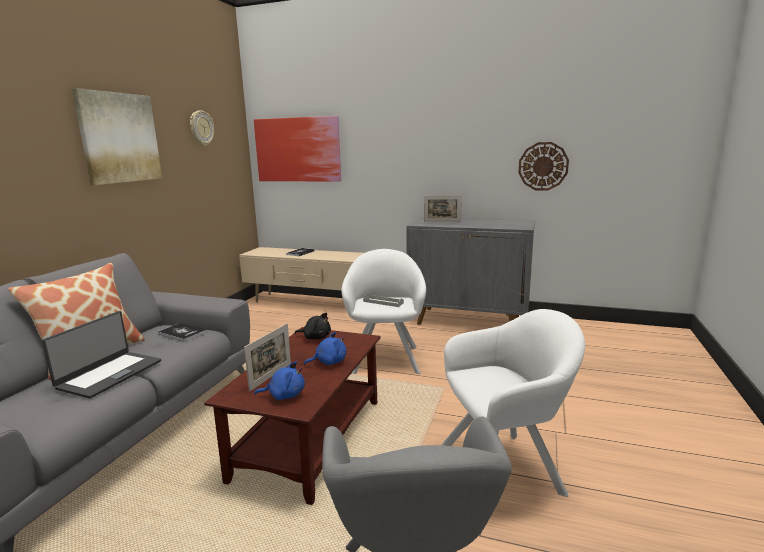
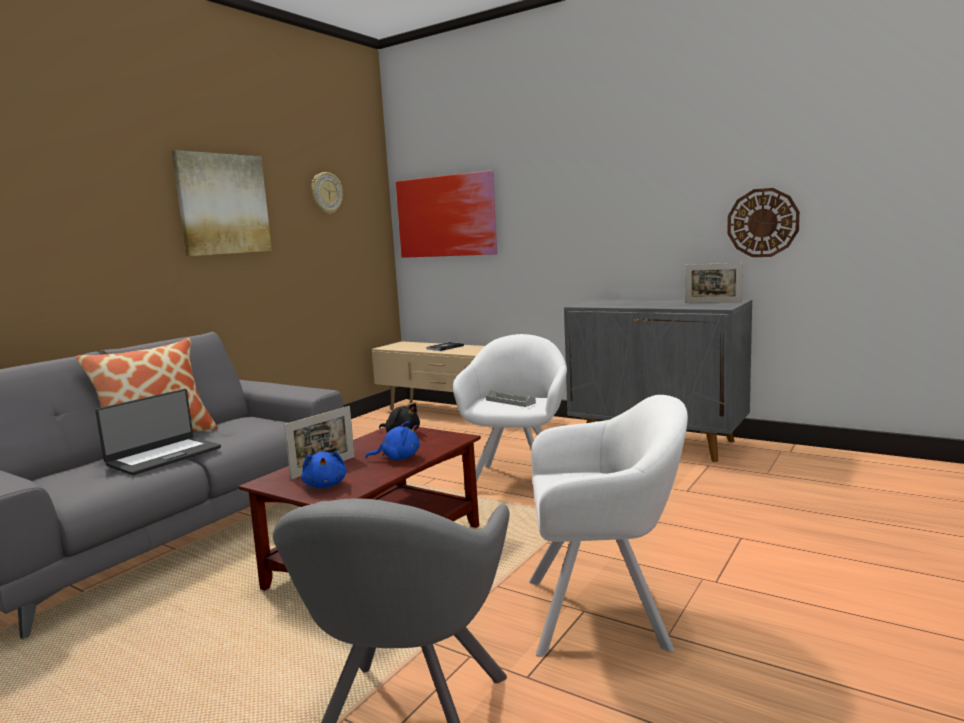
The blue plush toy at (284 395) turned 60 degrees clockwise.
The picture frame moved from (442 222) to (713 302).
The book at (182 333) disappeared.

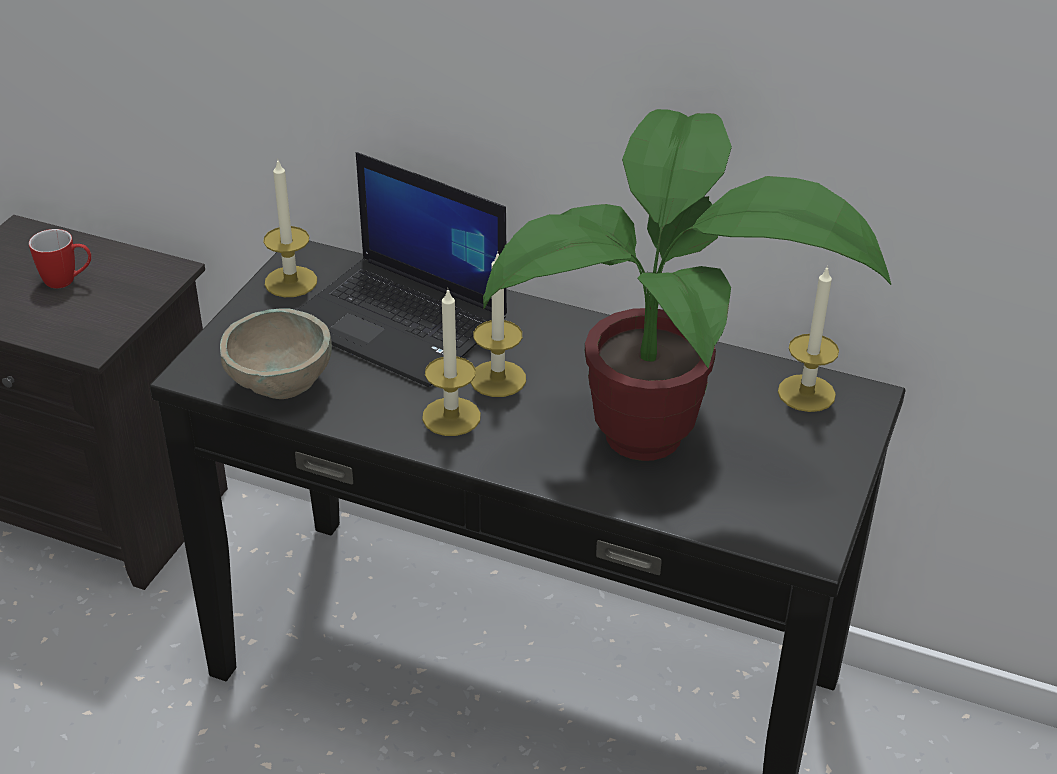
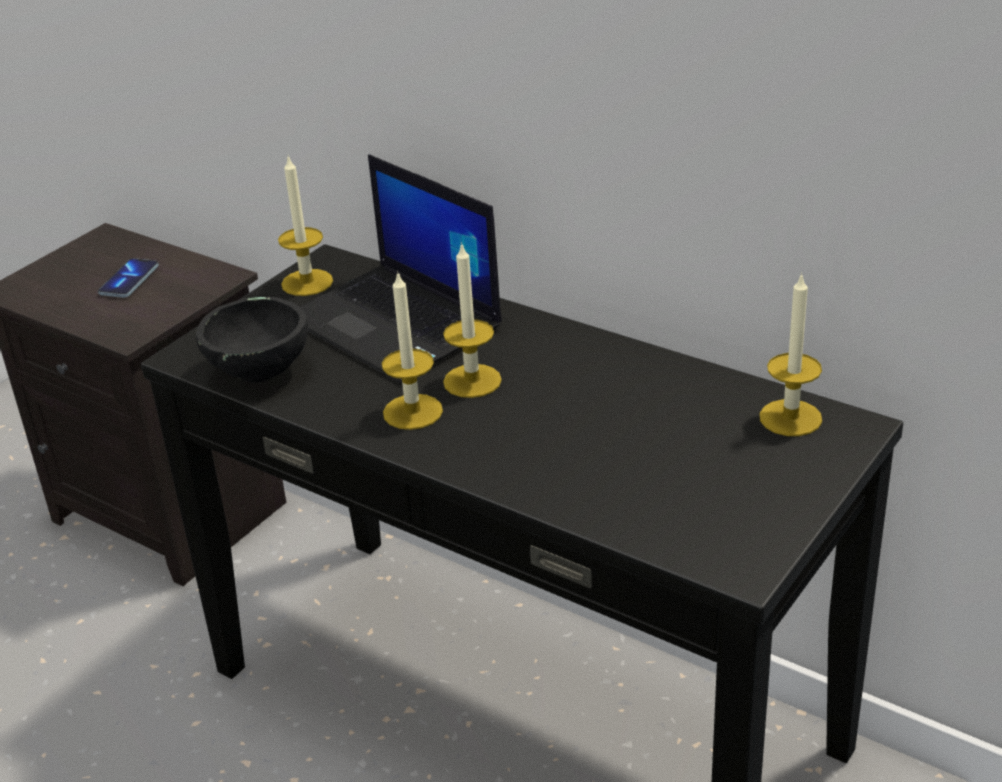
The mug at (68 281) was replaced by the phone at (129 280).
The beige bowl at (281 386) became the black bowl at (260 372).
The potted plant at (660 437) disappeared.

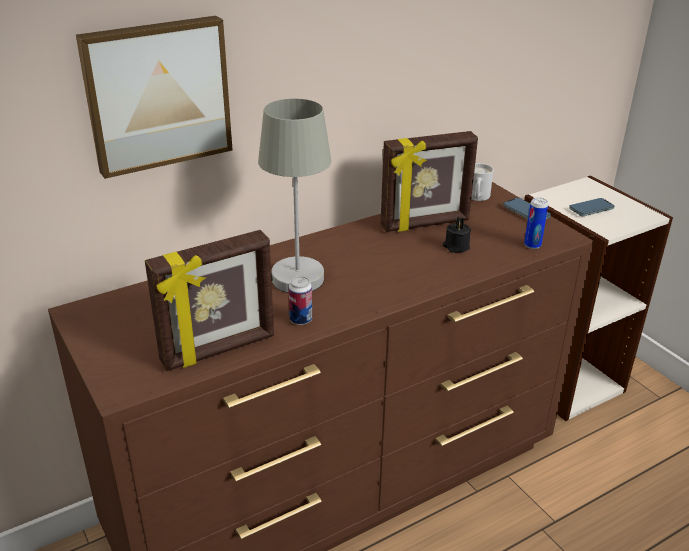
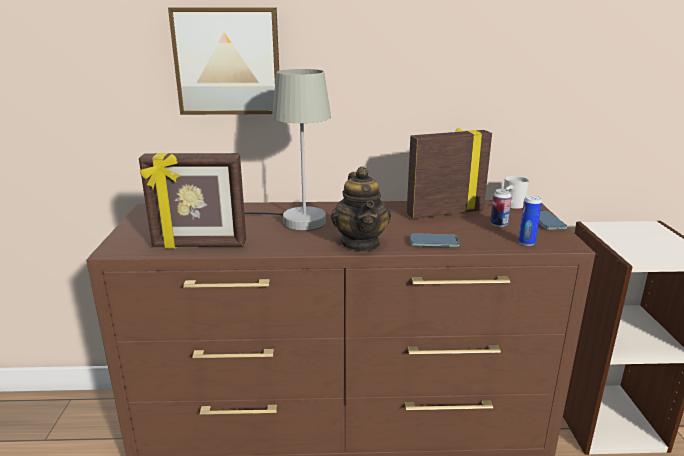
The teapot at (361 243) appeared.
The picture frame at (425 224) turned 150 degrees clockwise.
The phone moved from (591 209) to (433 243).
The can moved from (301 320) to (498 224).
The black candle at (455 247) disappeared.

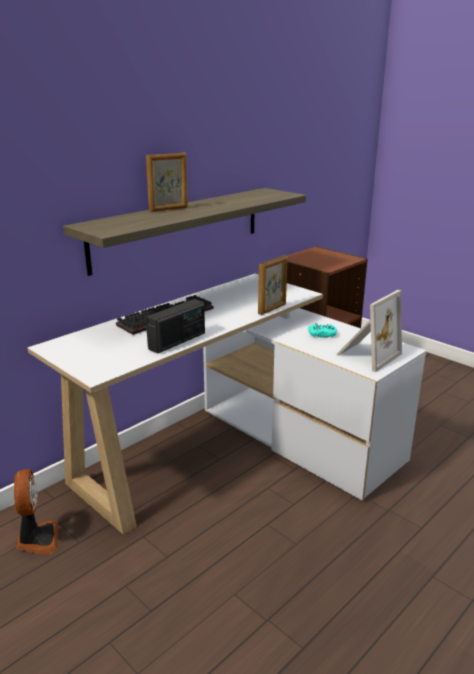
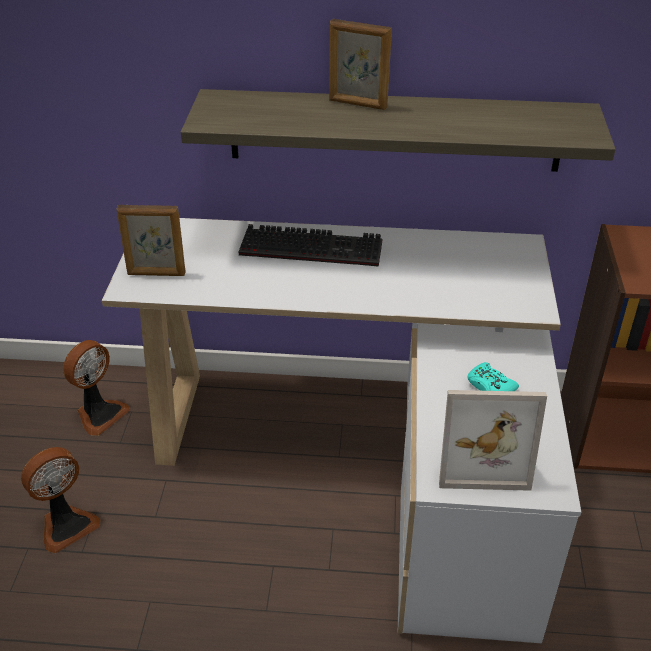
The fan at (66 525) appeared.
The picture frame moved from (272 309) to (156 274).
The radio at (177 341) disappeared.

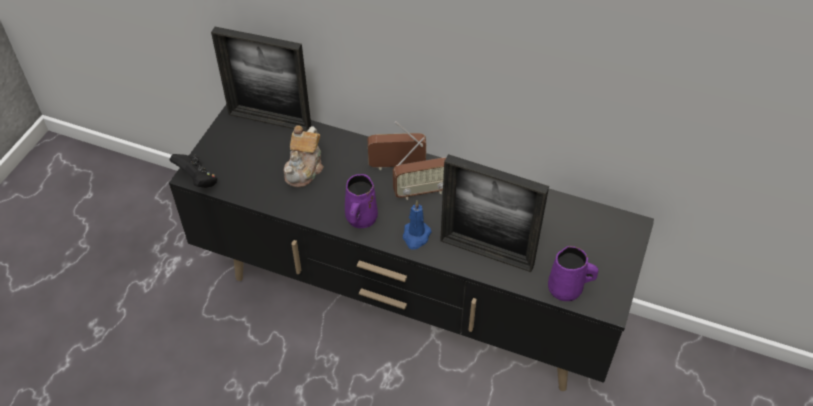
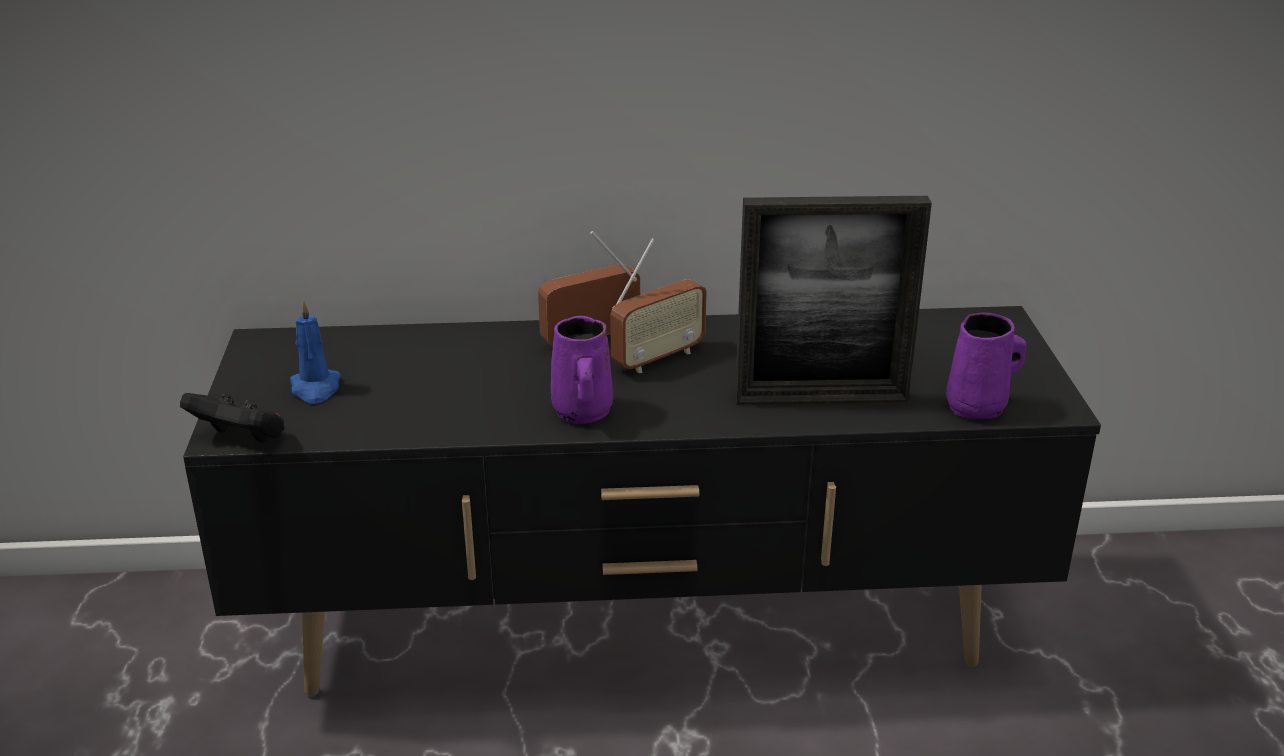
The blue candle moved from (416 236) to (316 388).
The picture frame at (269 120) disappeared.
The teapot at (305 169) disappeared.

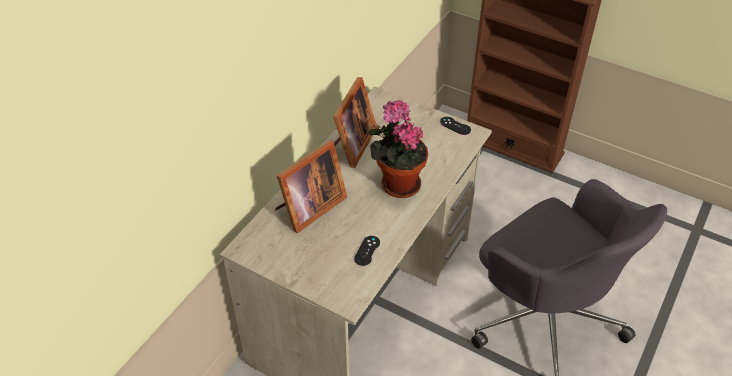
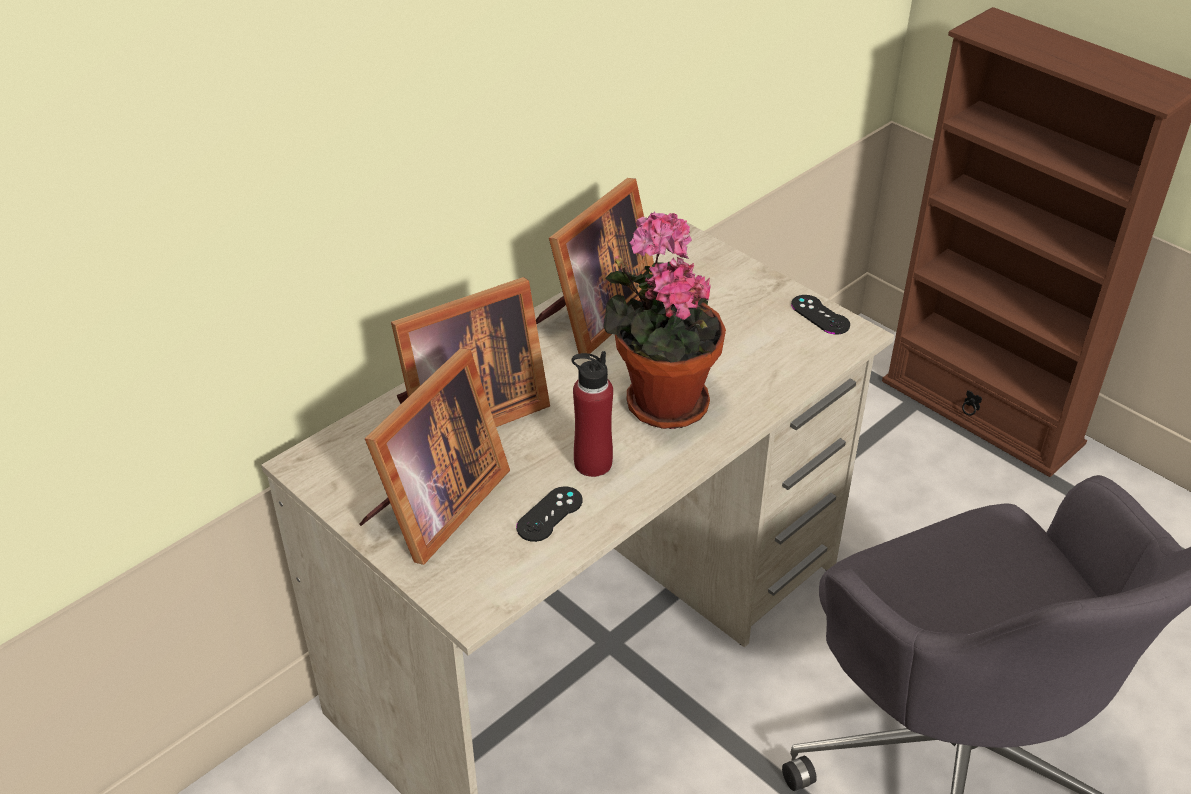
The picture frame at (433 508) appeared.
The red bottle at (592 463) appeared.

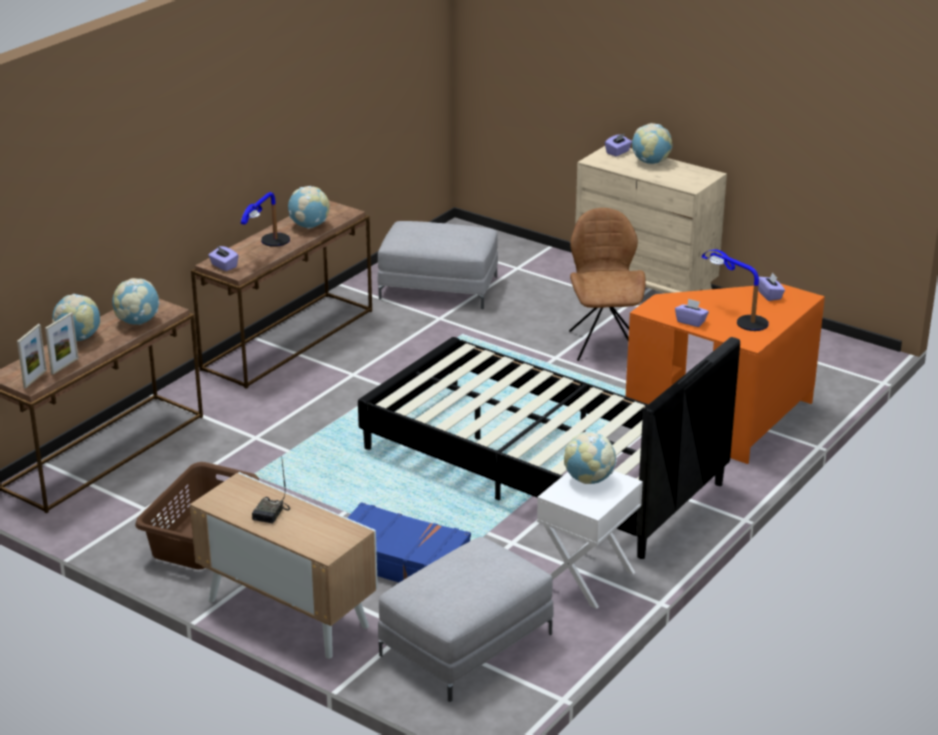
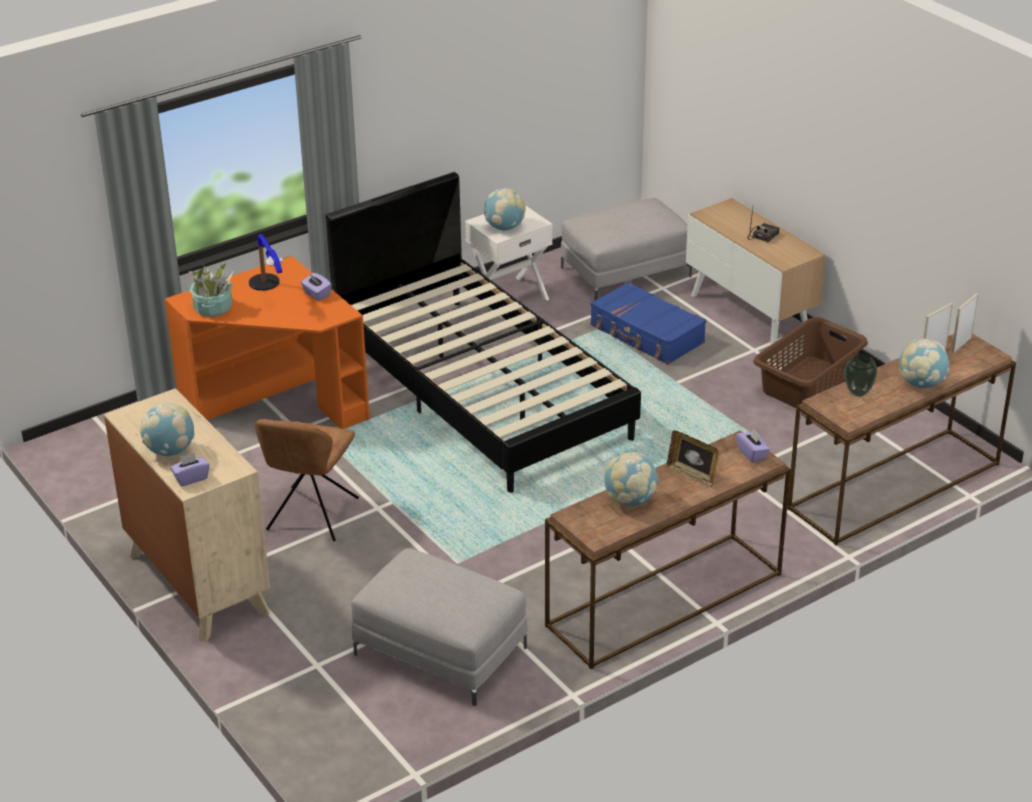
The purple tissue box at (770 295) was replaced by the potted plant at (213 308).
The table lamp at (268 246) was replaced by the picture frame at (692 475).
The globe at (137 322) was replaced by the vase at (858 393).

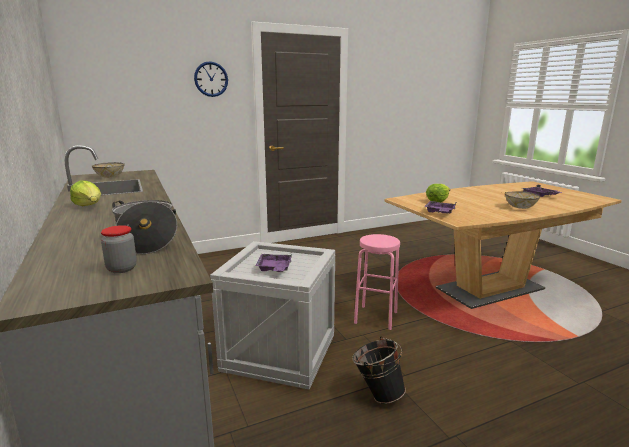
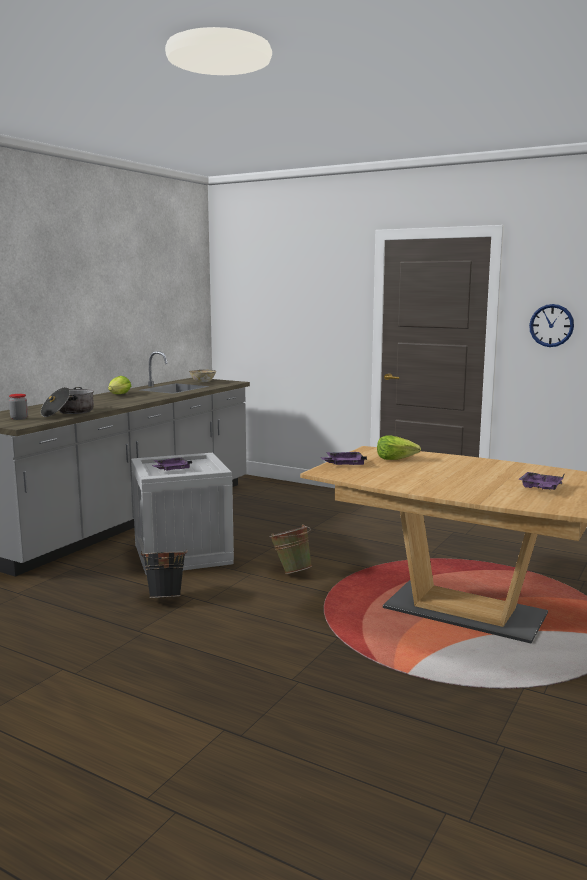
The pink stool at (375 317) was replaced by the green bucket at (291 571).
The wall clock moved from (211 79) to (551 325).
The bowl at (520 207) disappeared.

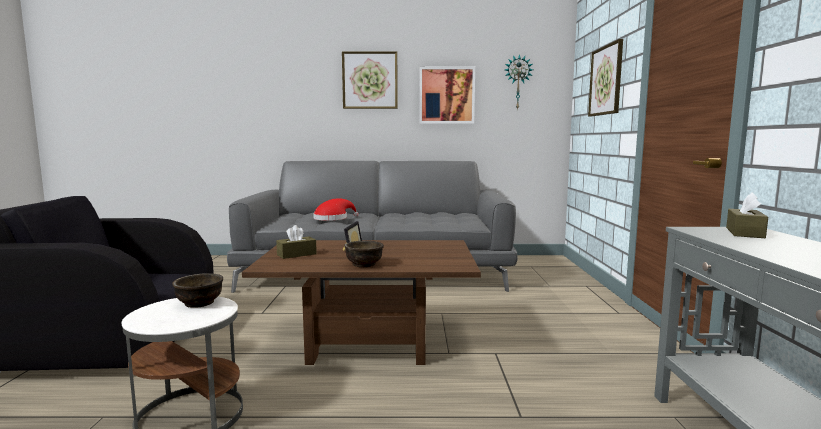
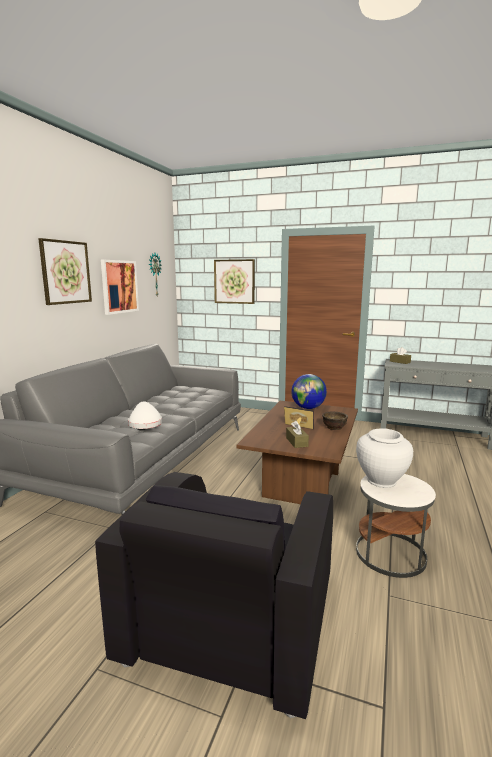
The red hat at (333 219) became the white hat at (145 423).
The globe at (308 408) appeared.
The brown bowl at (200 303) was replaced by the white vase at (381 481).

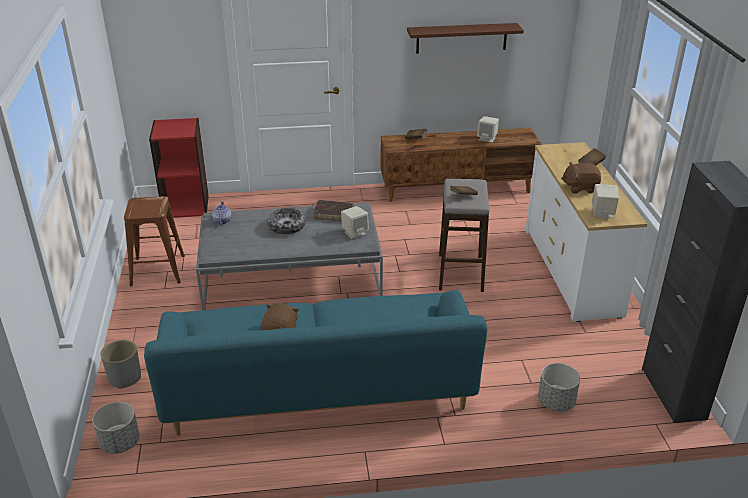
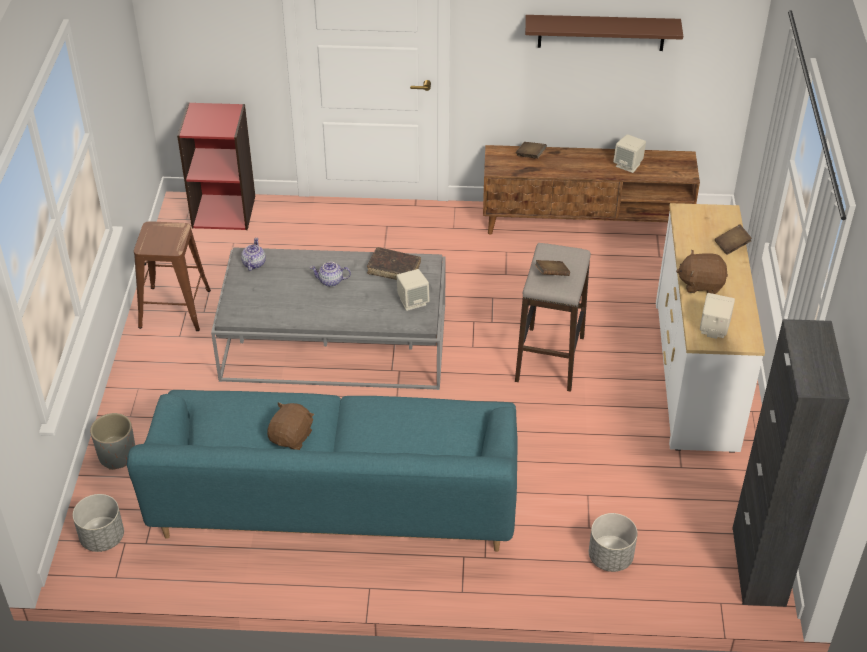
The bowl at (286 226) was replaced by the teapot at (331 281).

